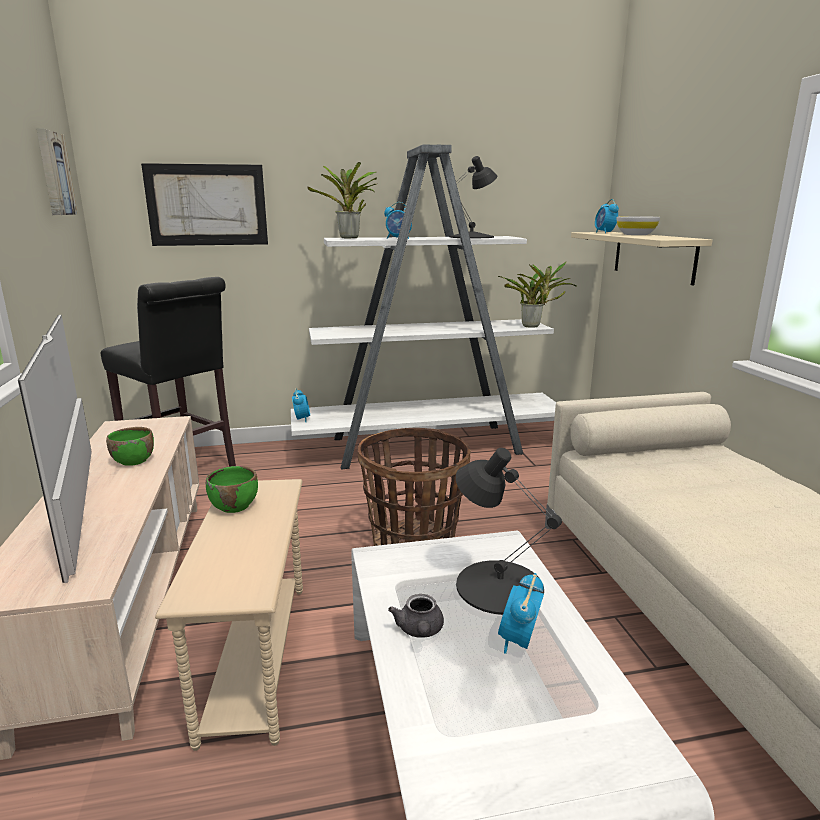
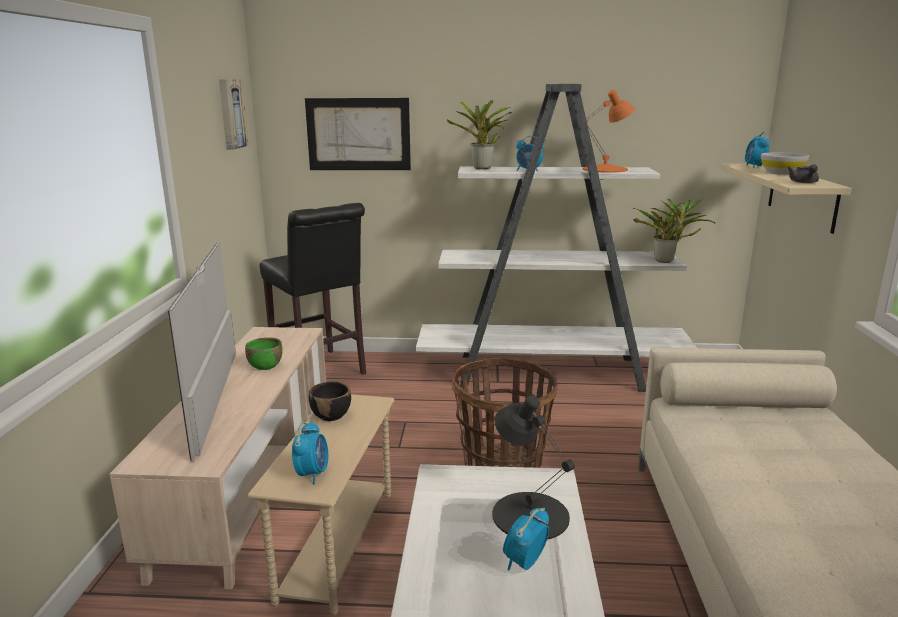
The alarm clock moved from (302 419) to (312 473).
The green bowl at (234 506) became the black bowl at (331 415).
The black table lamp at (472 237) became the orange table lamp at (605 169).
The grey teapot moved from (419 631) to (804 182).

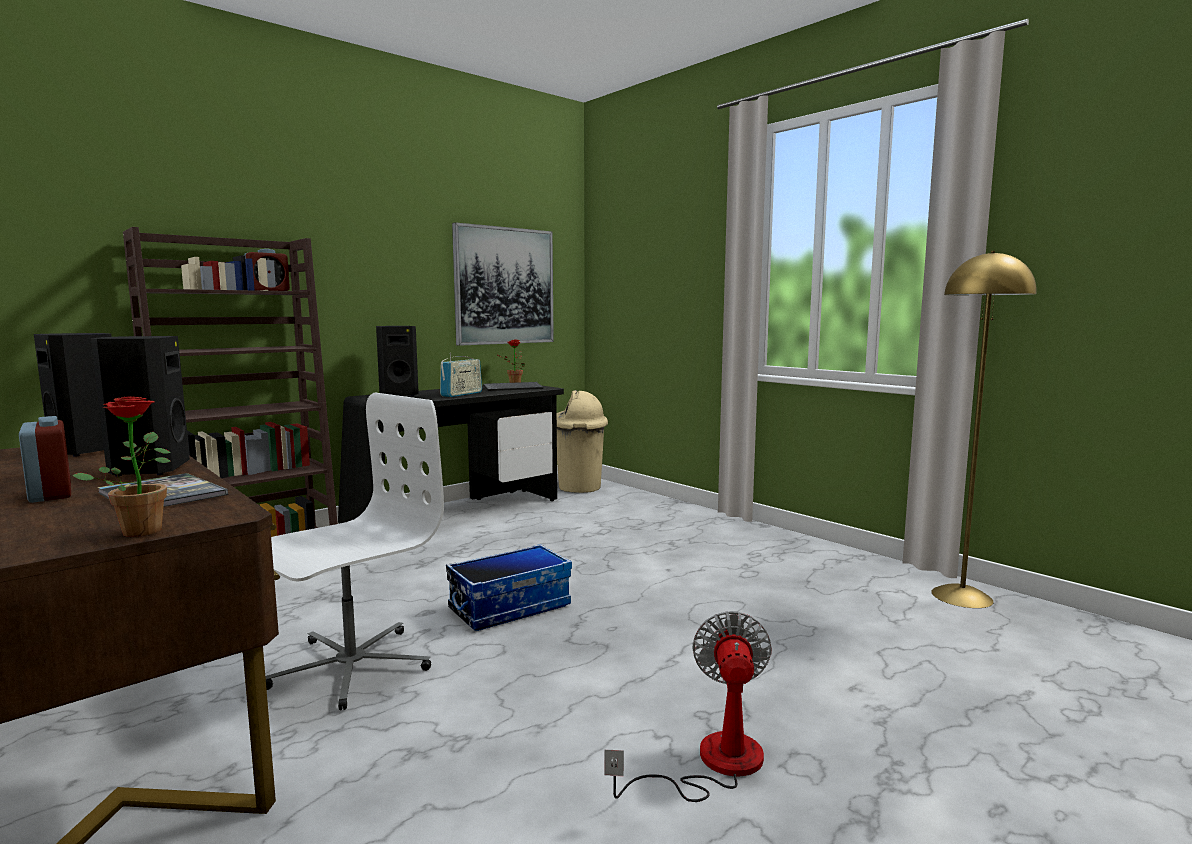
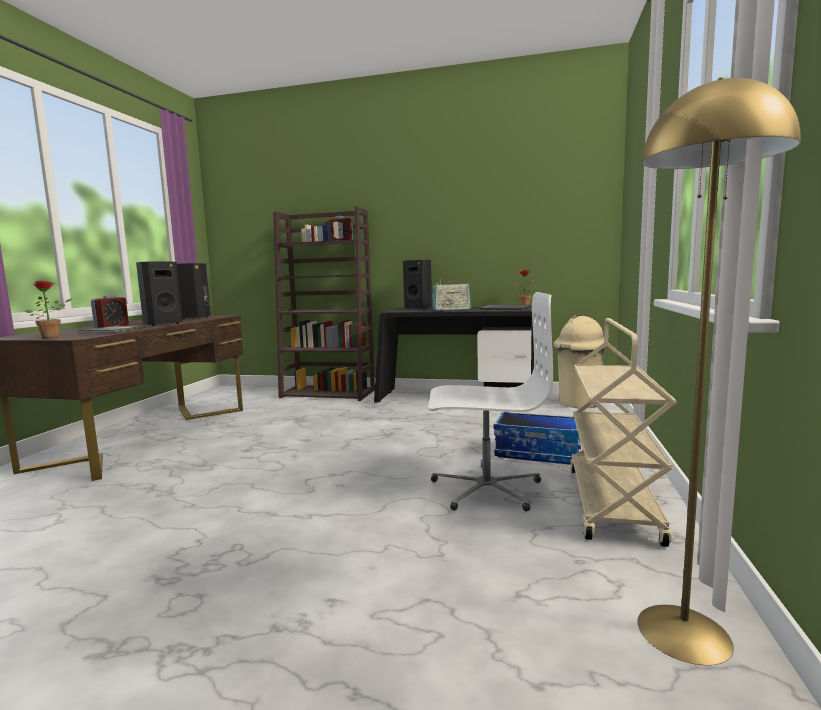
The white office chair moved from (350 666) to (486 488).
The storage box moved from (510 607) to (537 453).
The beige cart at (613 504) appeared.
The picture at (504 286) disappeared.
The fan at (712 764) disappeared.

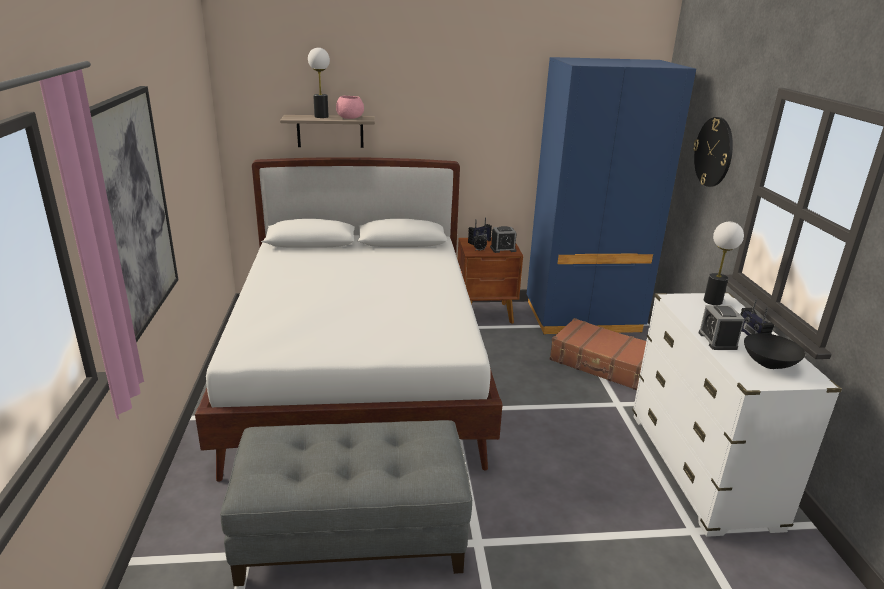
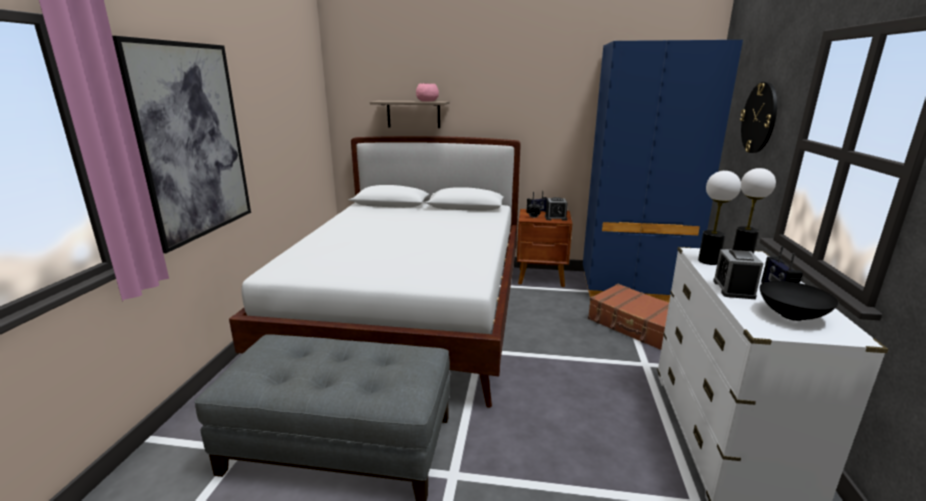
The table lamp moved from (321 116) to (708 261).

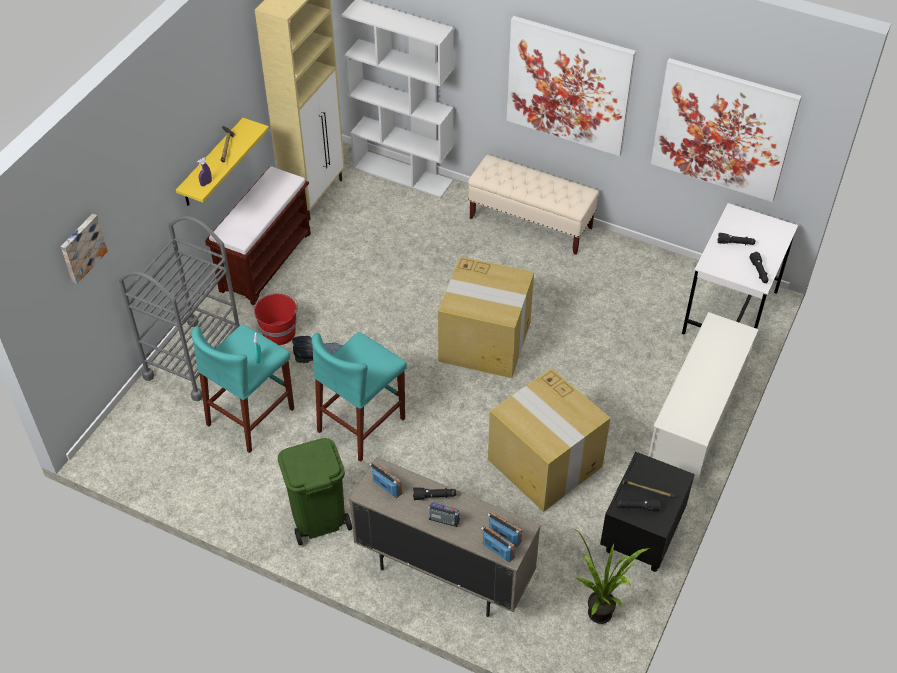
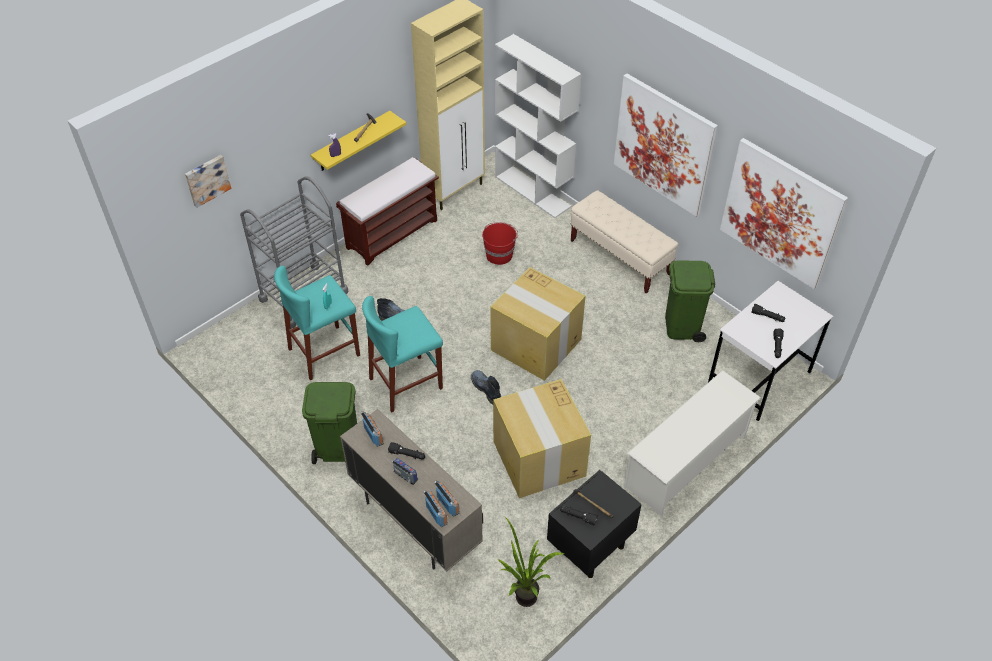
The boot at (485 389) appeared.
The red bucket moved from (279 332) to (499 254).
The green trash can at (682 326) appeared.

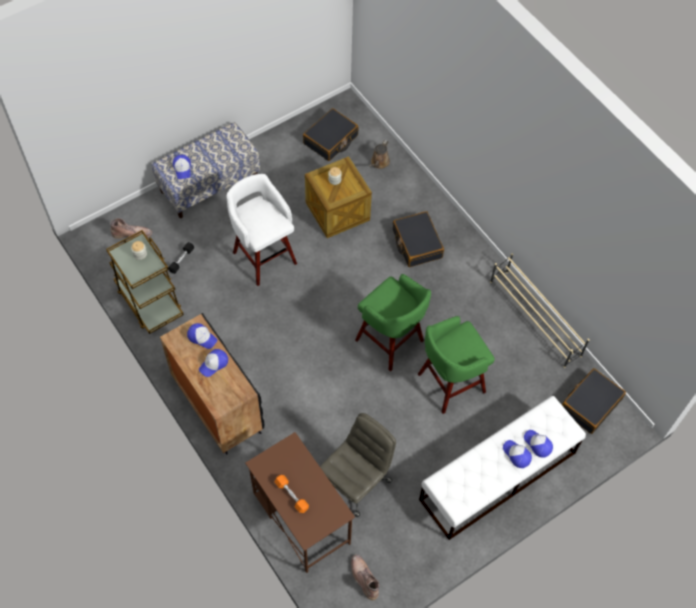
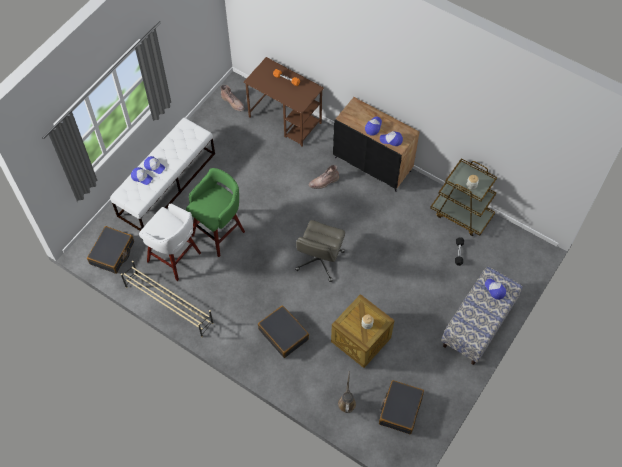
The white stool moved from (263 256) to (175 258).
The grey office chair moved from (356 481) to (320 261).
The brown boot moved from (132 234) to (324 182).
The green stool at (391 342) disappeared.

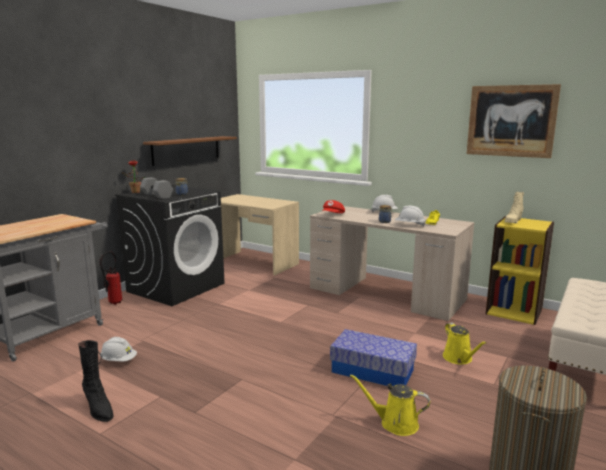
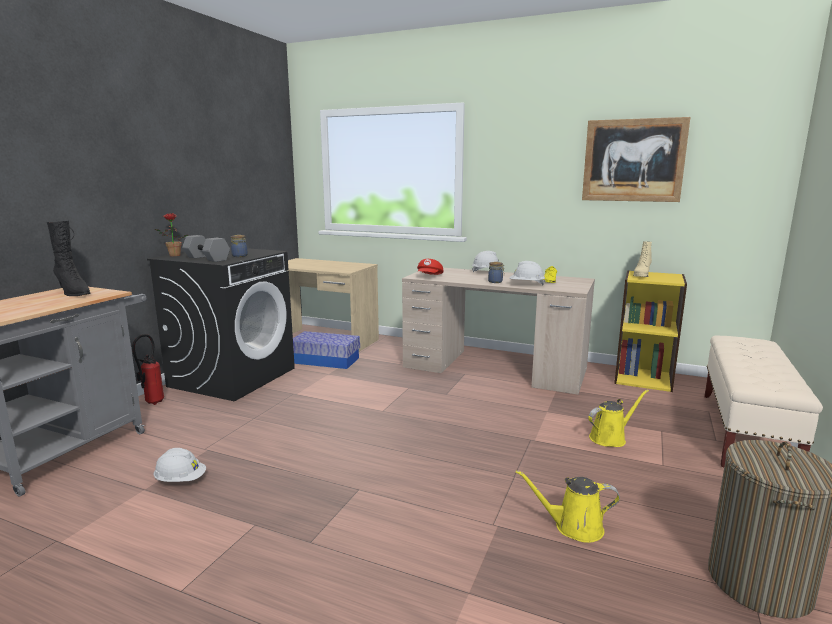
The black boot moved from (98 408) to (73 292).
The storage box moved from (372 371) to (325 360).
The yellow watering can at (459 358) turned 90 degrees counterclockwise.
The brown shelf at (186 150) disappeared.

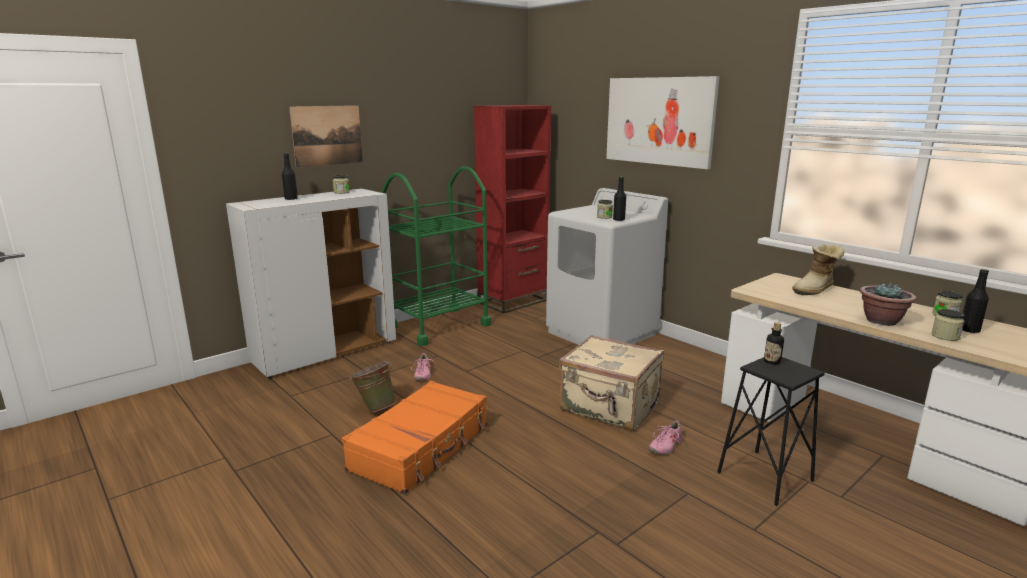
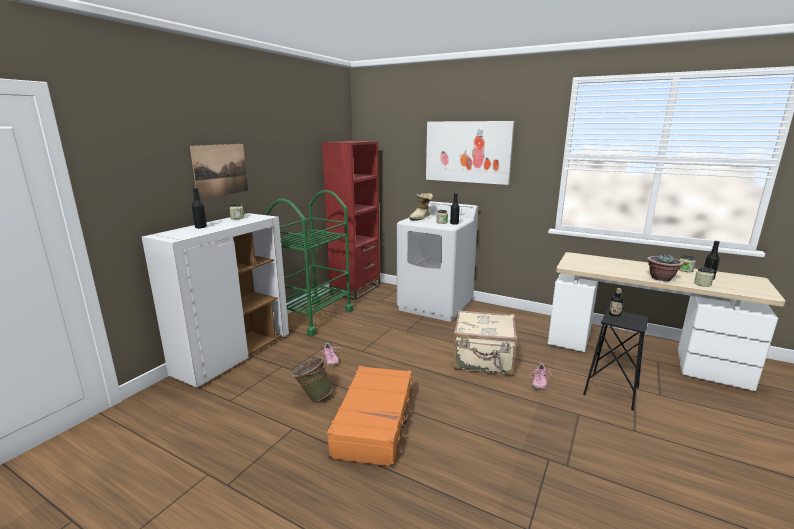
The boot moved from (816 290) to (421 218).

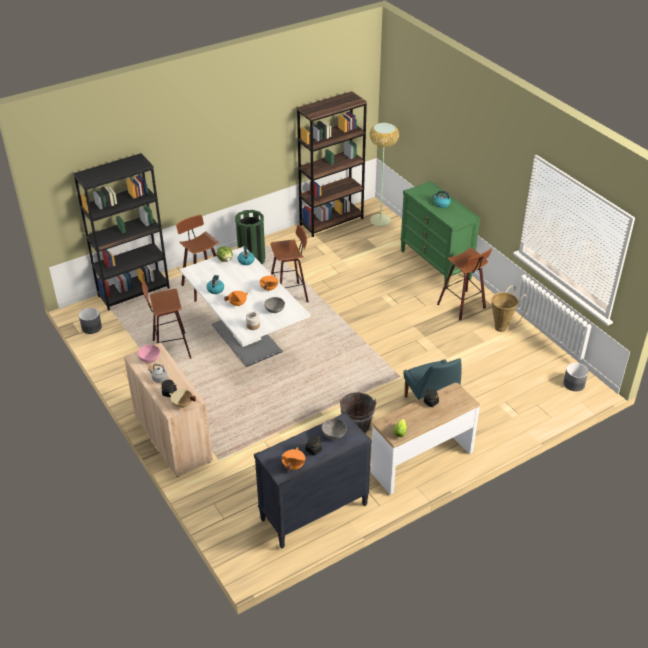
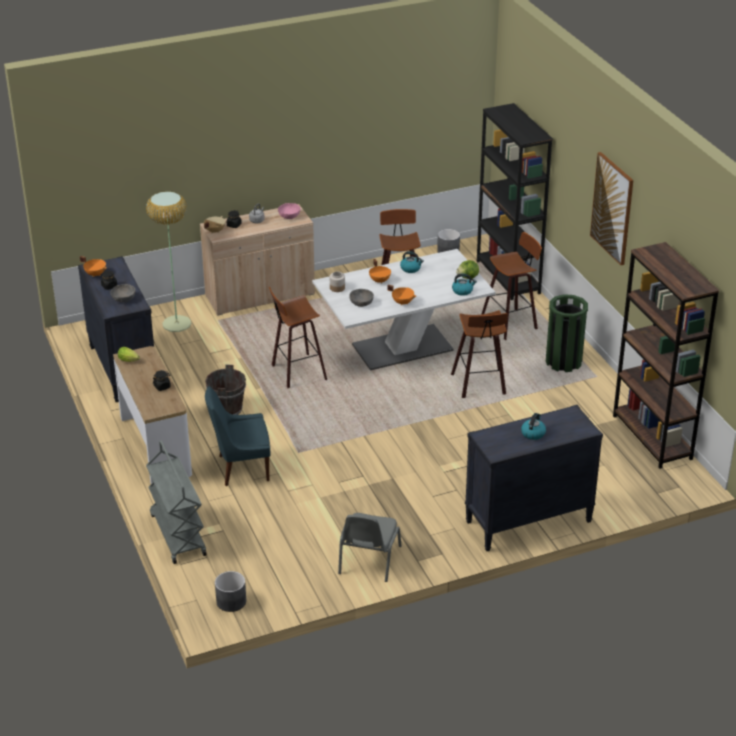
The floor lamp moved from (380 220) to (176 324).
The grey cart at (177 534) appeared.
The stool moved from (463 306) to (297 372).
The basket at (503 327) was replaced by the grey chair at (368 560).
The green dresser at (435 265) became the black dresser at (528 522).
The picture at (612 208) appeared.

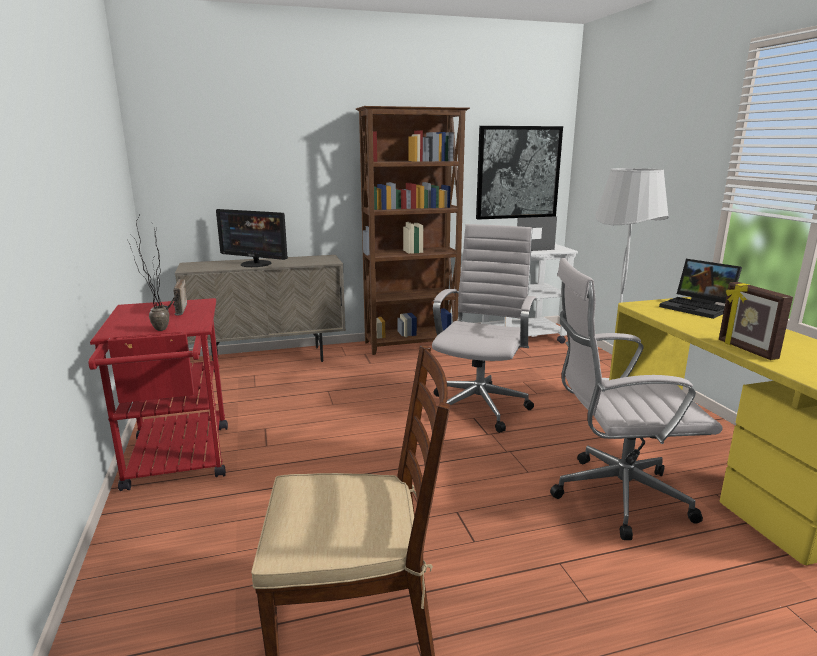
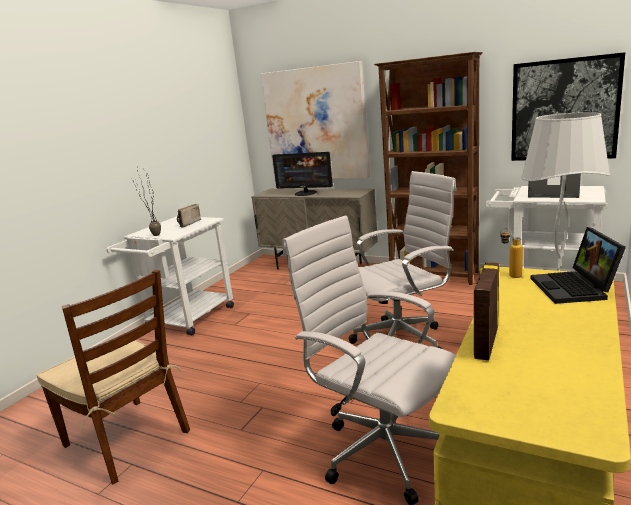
The red cart at (178 463) became the white cart at (186 320).
The picture at (316 124) appeared.
The monitor at (256 264) turned 45 degrees counterclockwise.
The bottle at (510 275) appeared.

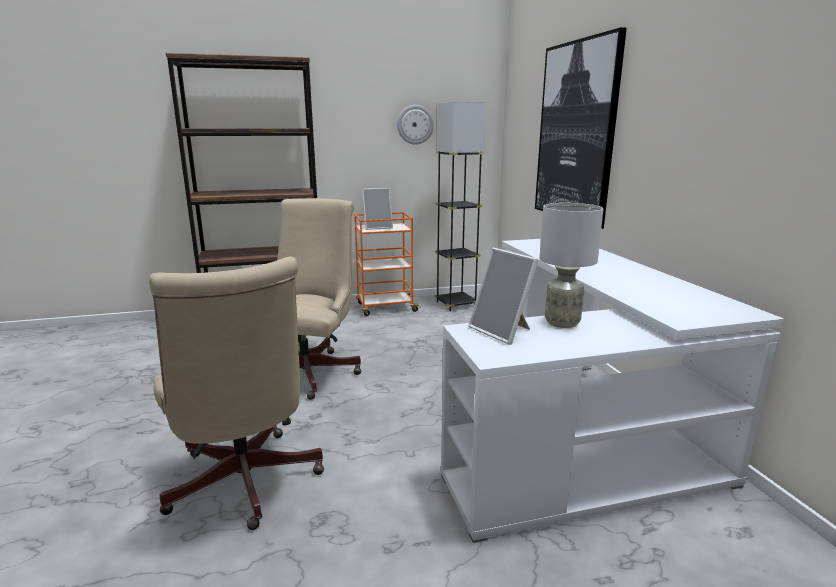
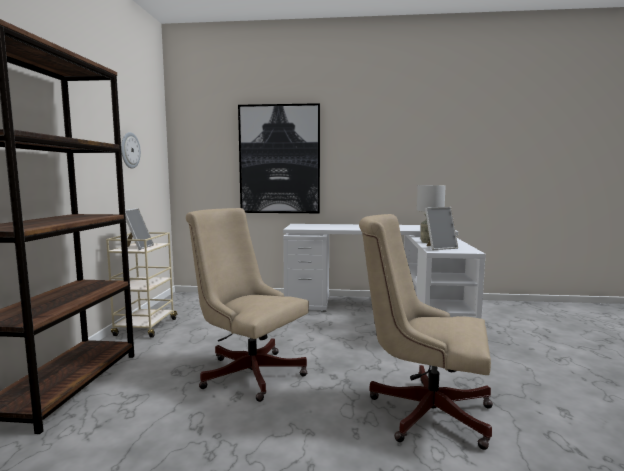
The orange cart at (385 307) became the beige cart at (145 328).
The beige office chair at (244 486) turned 150 degrees counterclockwise.
The grey floor lamp at (456 304) disappeared.

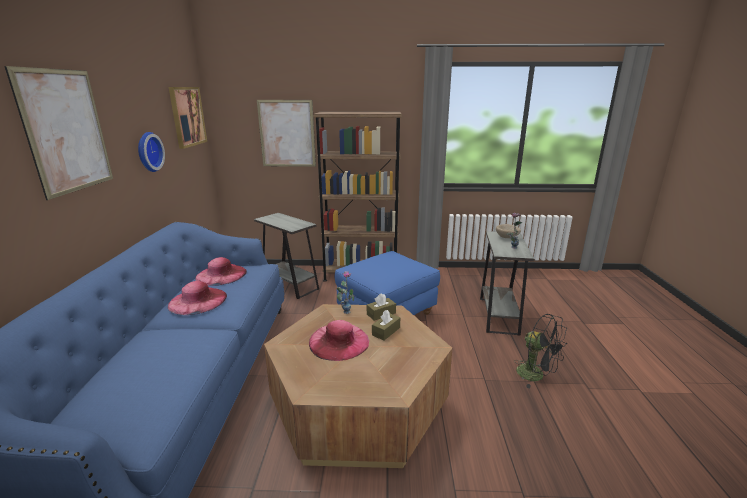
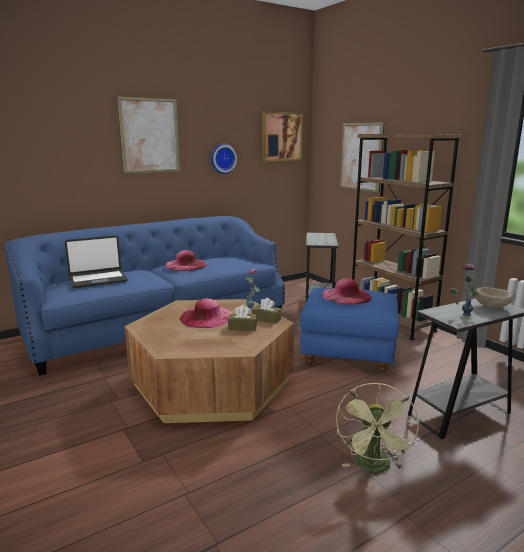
The laptop at (98 279) appeared.
The pink hat moved from (221 274) to (346 296).
The black fan at (536 375) became the green fan at (374 467).

